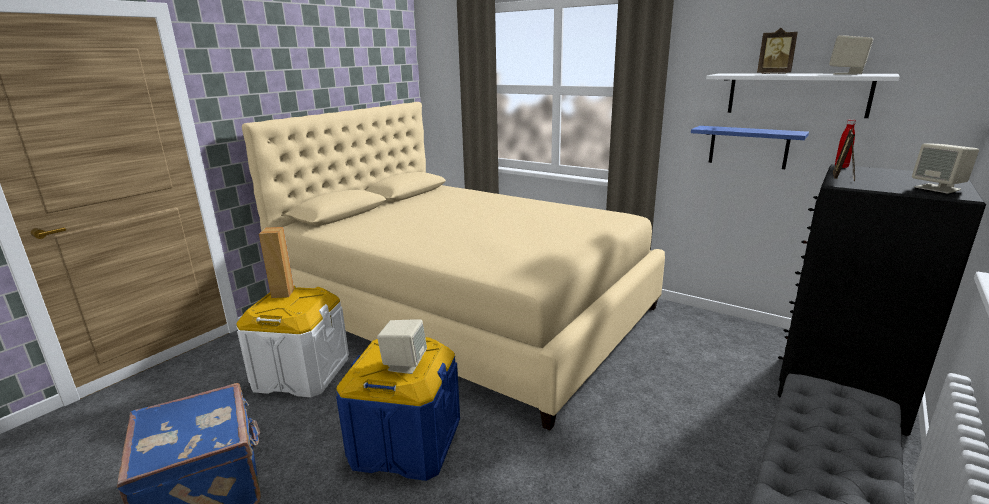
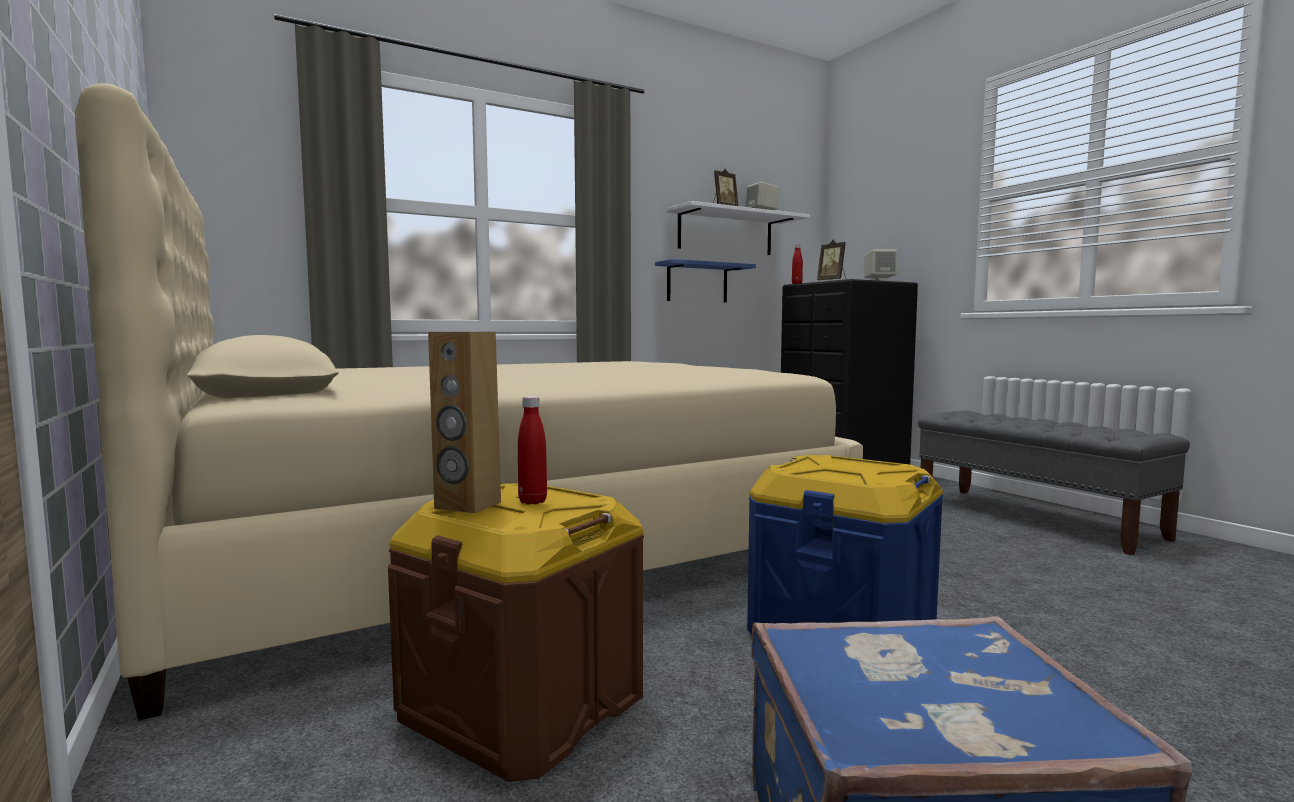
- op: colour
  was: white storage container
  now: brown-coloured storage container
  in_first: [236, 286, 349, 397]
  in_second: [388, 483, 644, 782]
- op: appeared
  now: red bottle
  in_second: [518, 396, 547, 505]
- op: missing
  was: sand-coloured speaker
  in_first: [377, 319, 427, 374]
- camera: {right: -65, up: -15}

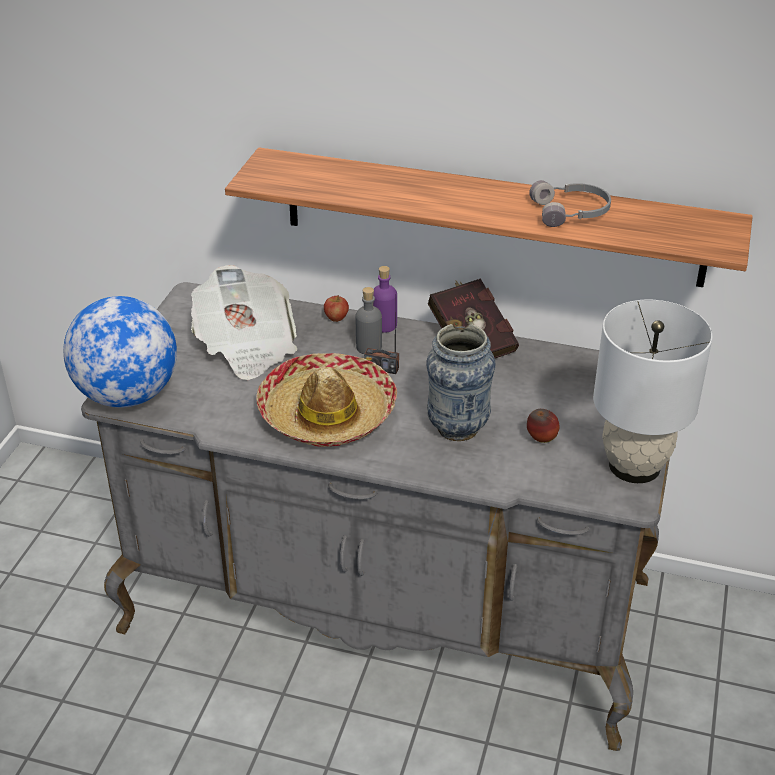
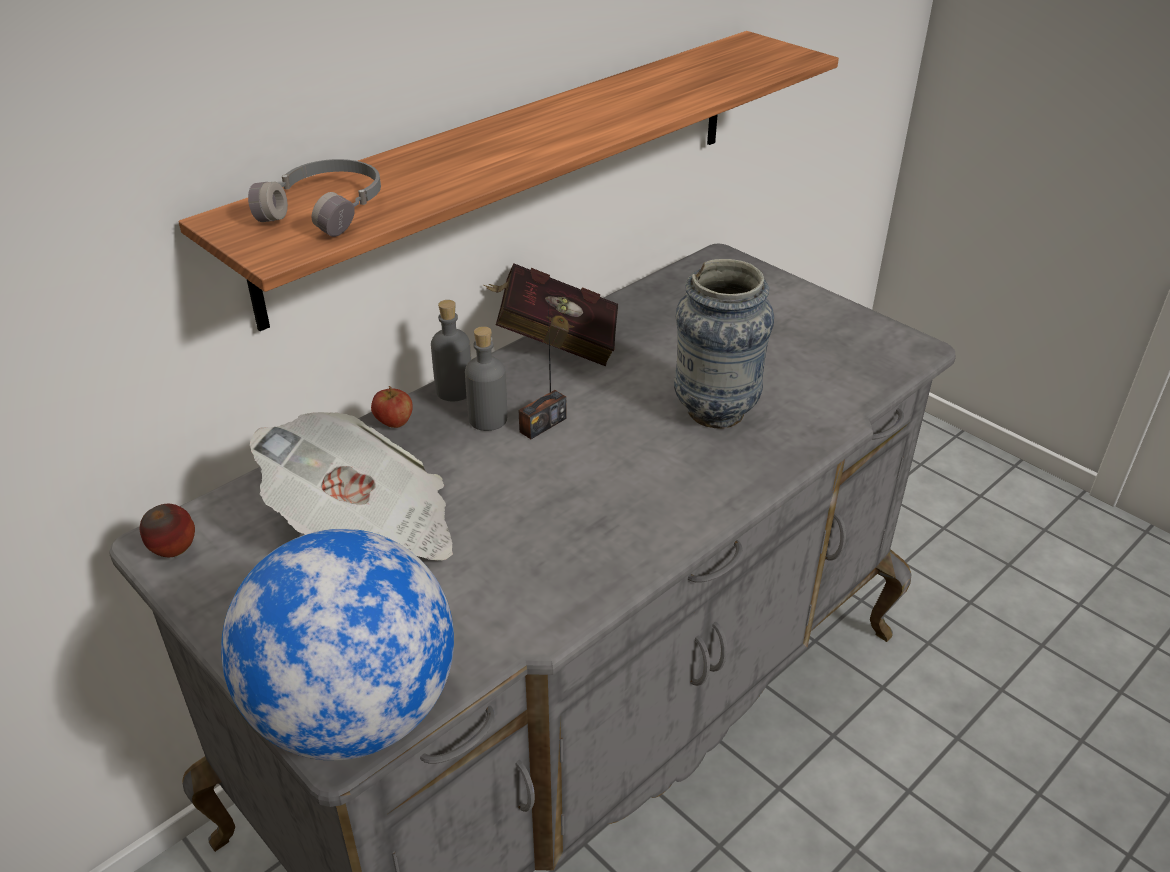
- op: relocated
  was: apple
  in_first: [527, 409, 560, 443]
  in_second: [140, 504, 195, 557]
- op: relocated
  was: grey headset
  in_first: [529, 180, 611, 227]
  in_second: [248, 159, 381, 237]
- op: colour
  was: purple bottle
  now: grey bottle
  in_first: [373, 266, 397, 333]
  in_second: [431, 300, 471, 401]
- op: missing
  was: wearable hat
  in_first: [256, 353, 397, 447]
- op: missing
  was: white tabletop lamp
  in_first: [593, 300, 713, 483]
- camera: {right: -60, up: 0}

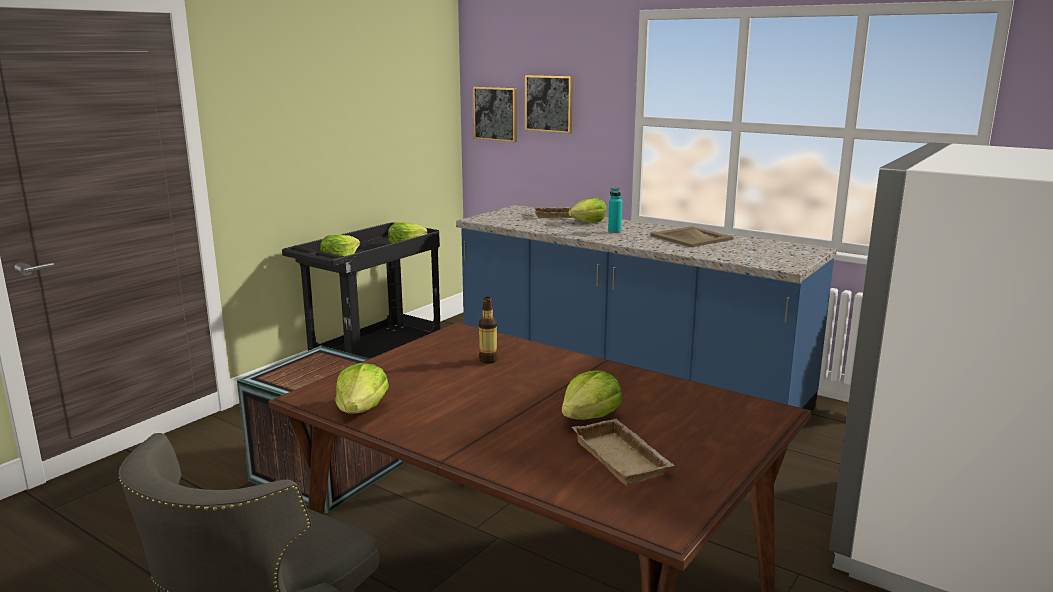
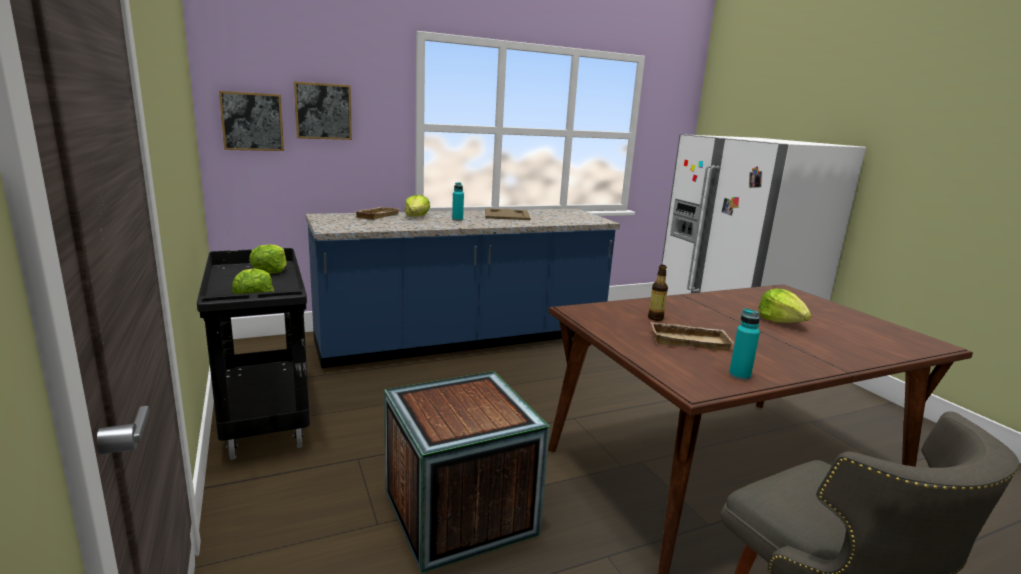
- op: relocated
  was: sand-coloured carrying tray
  in_first: [572, 418, 675, 486]
  in_second: [651, 322, 734, 351]
- op: exchanged
  was: lettuce
  now: blue-green bottle
  in_first: [335, 363, 389, 414]
  in_second: [729, 308, 760, 380]
- camera: {right: -60, up: 0}

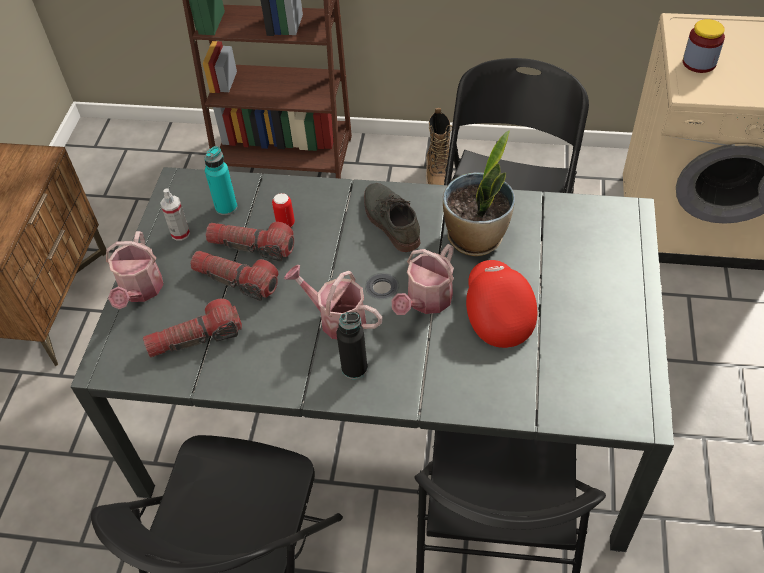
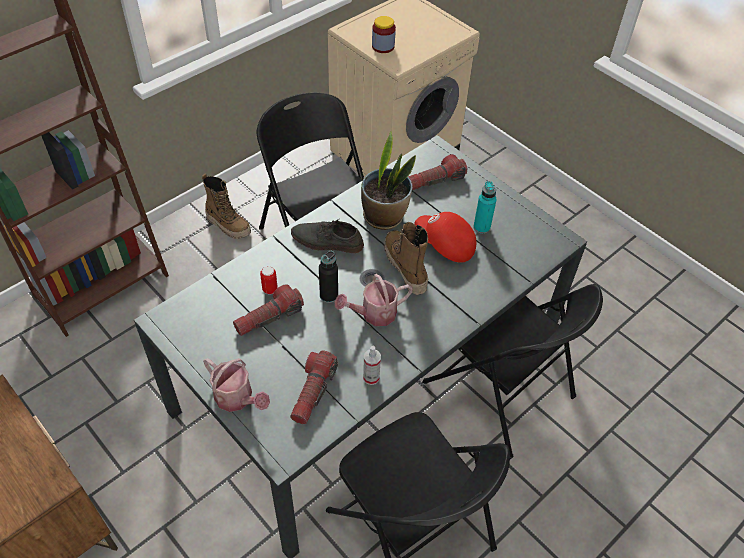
- op: relocated
  was: blackish bottle
  in_first: [337, 312, 368, 379]
  in_second: [319, 250, 338, 303]
- op: relocated
  was: spray bottle
  in_first: [160, 188, 190, 241]
  in_second: [363, 346, 381, 385]
- op: exchanged
  was: watering can
  now: high-top boot
  in_first: [392, 244, 454, 315]
  in_second: [384, 222, 428, 295]
- op: relocated
  was: torch
  in_first: [190, 251, 279, 301]
  in_second: [408, 154, 467, 190]
- op: relocated
  was: blue-green bottle
  in_first: [205, 146, 237, 215]
  in_second: [473, 181, 497, 234]
- camera: {right: -55, up: 0}

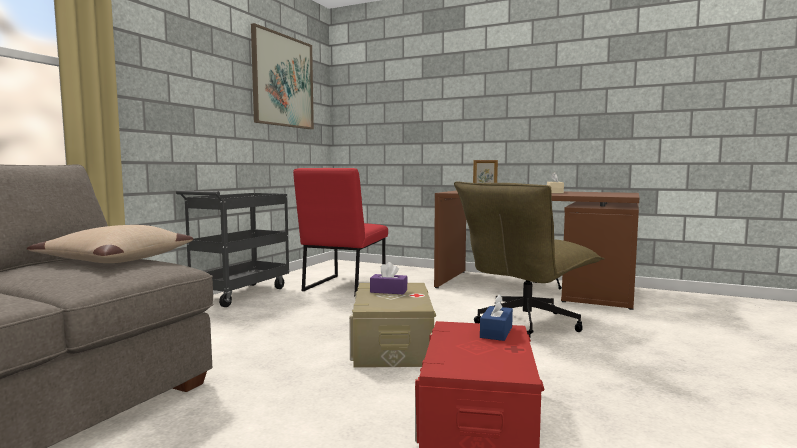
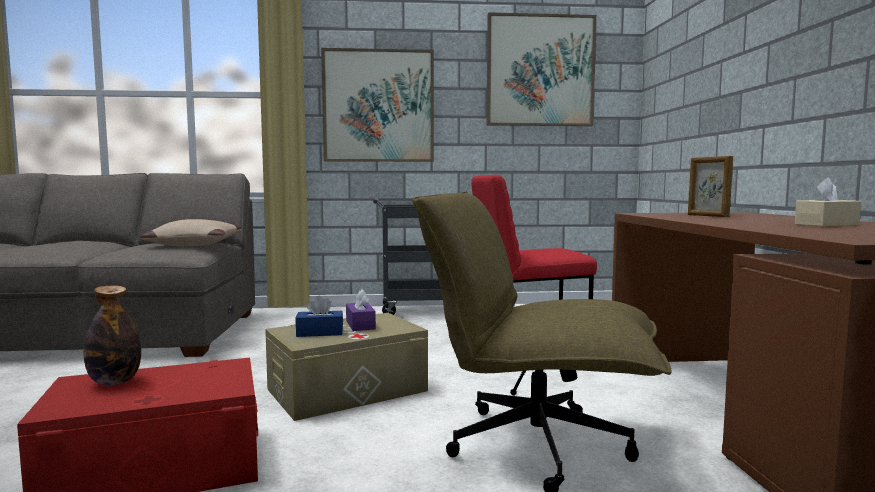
- op: appeared
  now: bottle
  in_second: [83, 286, 141, 385]
- op: relocated
  was: blue box of tissues
  in_first: [480, 294, 513, 341]
  in_second: [295, 296, 343, 337]
- op: appeared
  now: wall picture
  in_second: [321, 48, 434, 162]
- camera: {right: 60, up: 0}

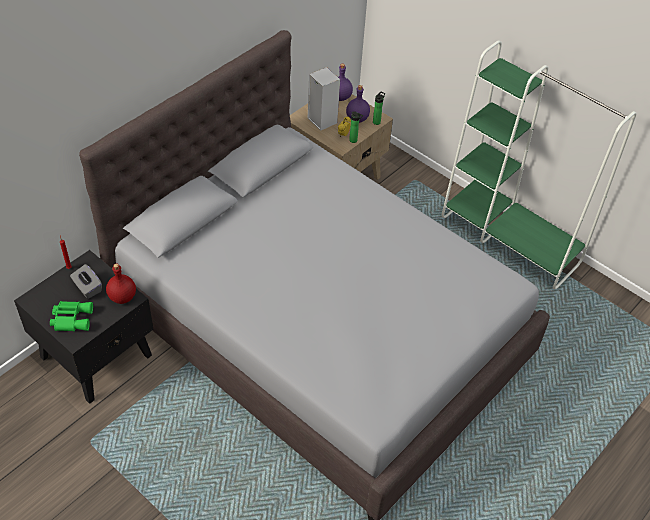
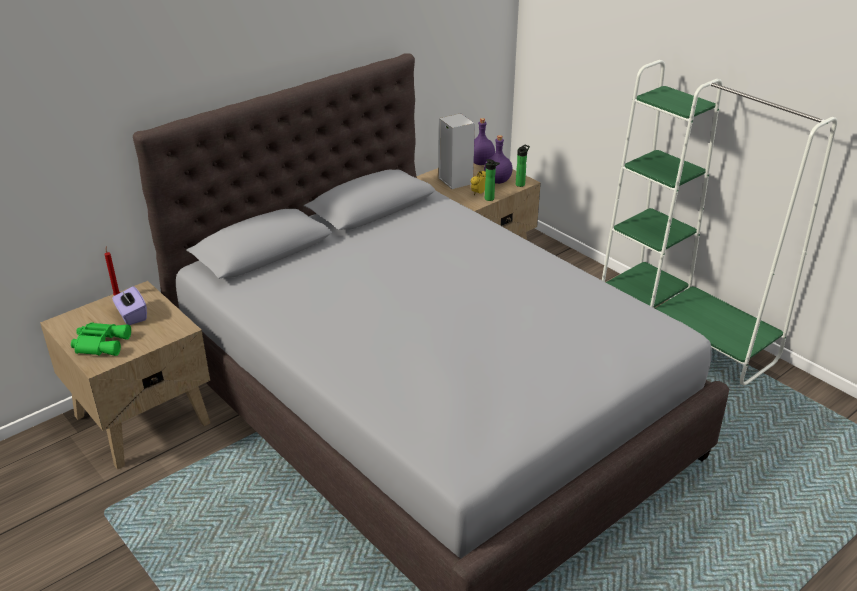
- op: colour
  was: blackish night table
  now: sand-coloured night table
  in_first: [14, 250, 153, 404]
  in_second: [40, 281, 210, 470]
- op: colour
  was: grey box of tissues
  now: purple box of tissues
  in_first: [70, 264, 102, 299]
  in_second: [112, 286, 147, 325]
- op: missing
  was: red bottle
  in_first: [106, 264, 136, 304]
- camera: {right: 10, up: -15}

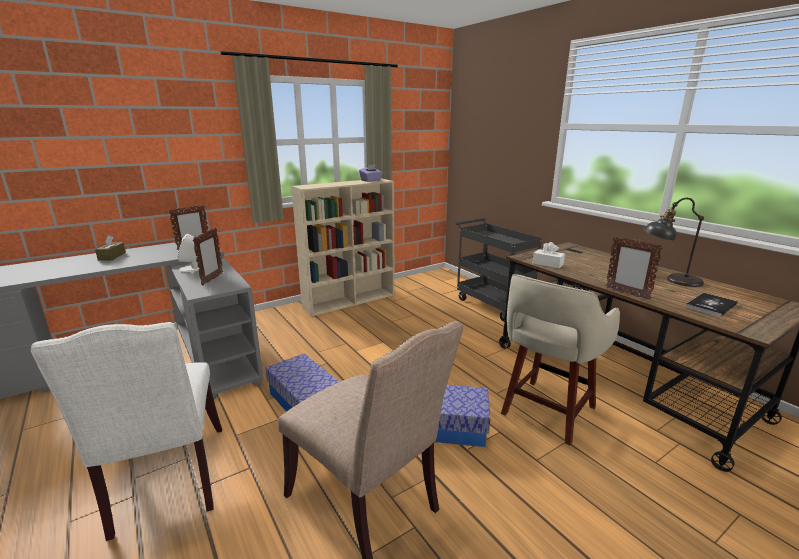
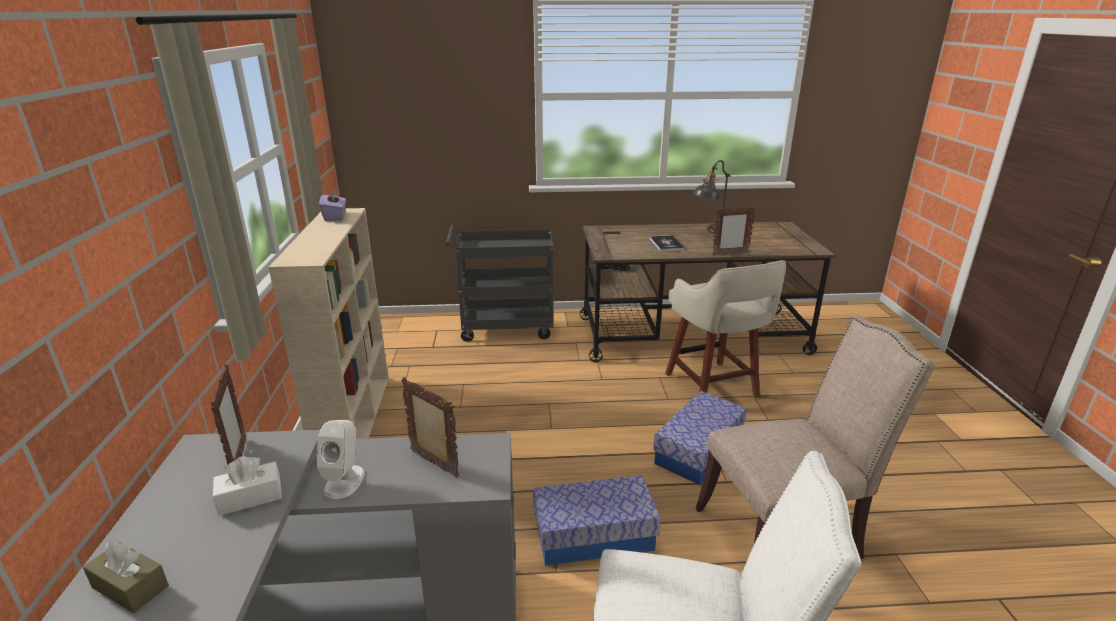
- op: relocated
  was: white box of tissues
  in_first: [533, 242, 565, 268]
  in_second: [213, 456, 282, 516]
- op: relocated
  was: volume
  in_first: [686, 293, 738, 317]
  in_second: [650, 235, 684, 252]
- camera: {right: -60, up: 5}

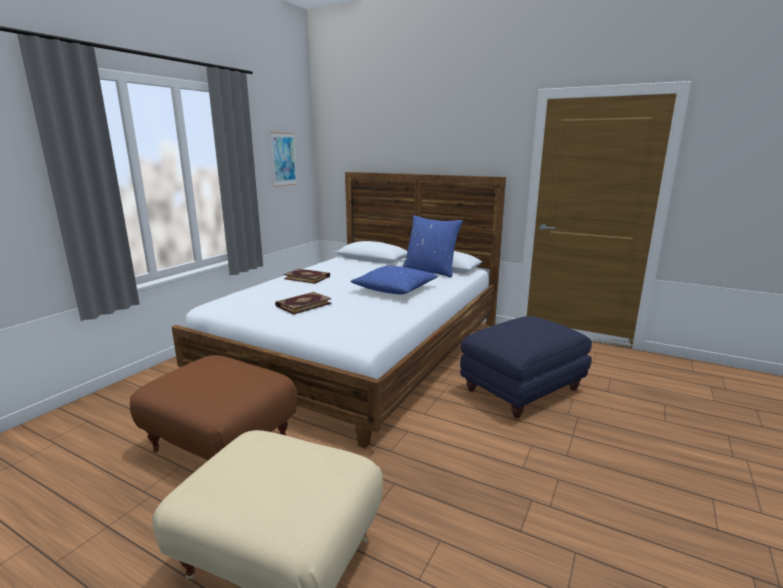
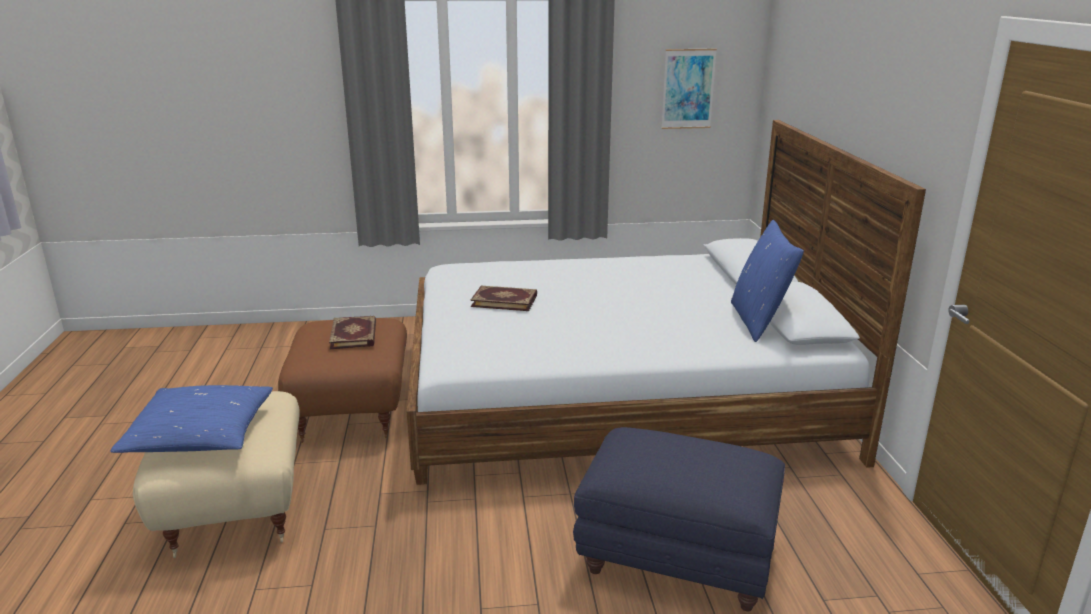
- op: relocated
  was: blue throw pillow
  in_first: [350, 266, 438, 294]
  in_second: [110, 385, 273, 453]
- op: relocated
  was: volume
  in_first: [283, 269, 330, 284]
  in_second: [329, 316, 376, 349]
- camera: {right: 55, up: 5}

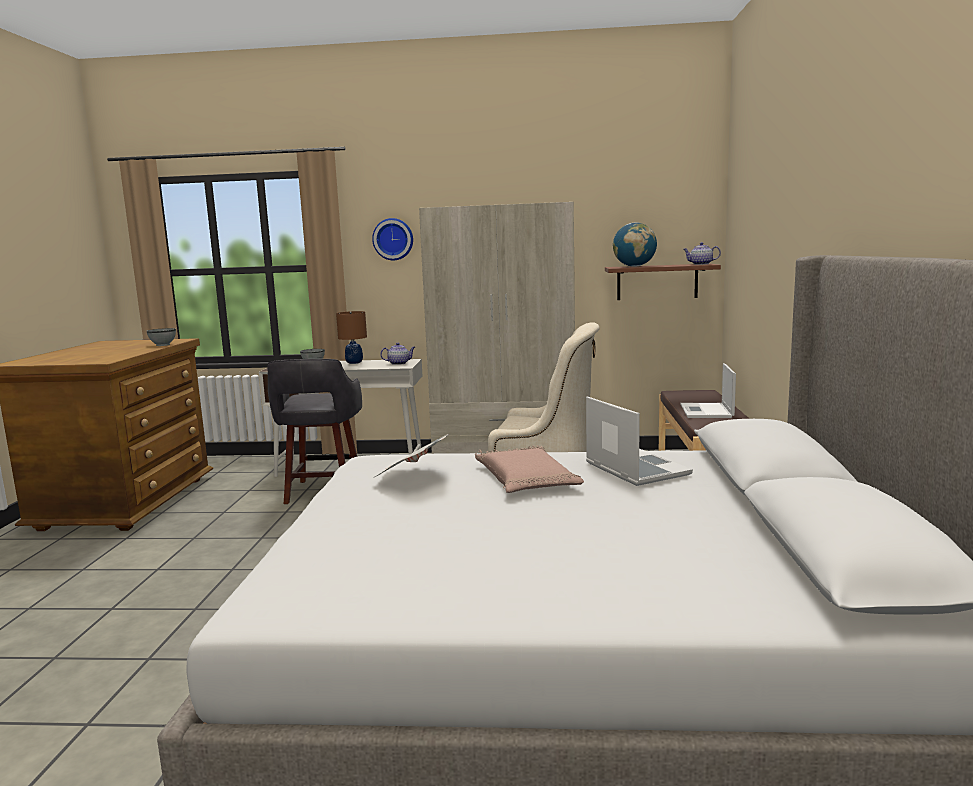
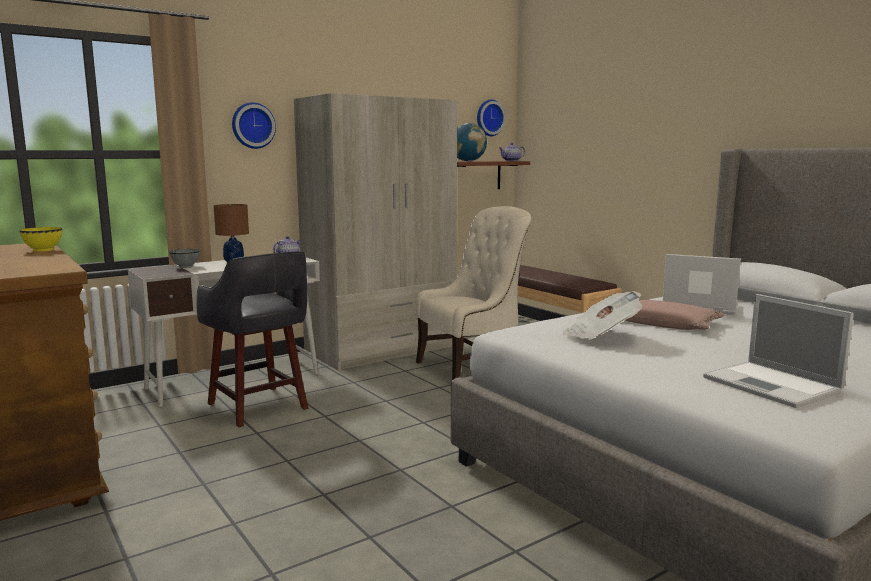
- op: colour
  was: grey deep dish
  now: yellowish deep dish
  in_first: [147, 328, 176, 346]
  in_second: [19, 227, 62, 251]
- op: appeared
  now: wall clock
  in_second: [477, 99, 506, 136]
- op: relocated
  was: portable computer
  in_first: [680, 363, 736, 418]
  in_second: [703, 294, 854, 408]
- camera: {right: -40, up: 0}

